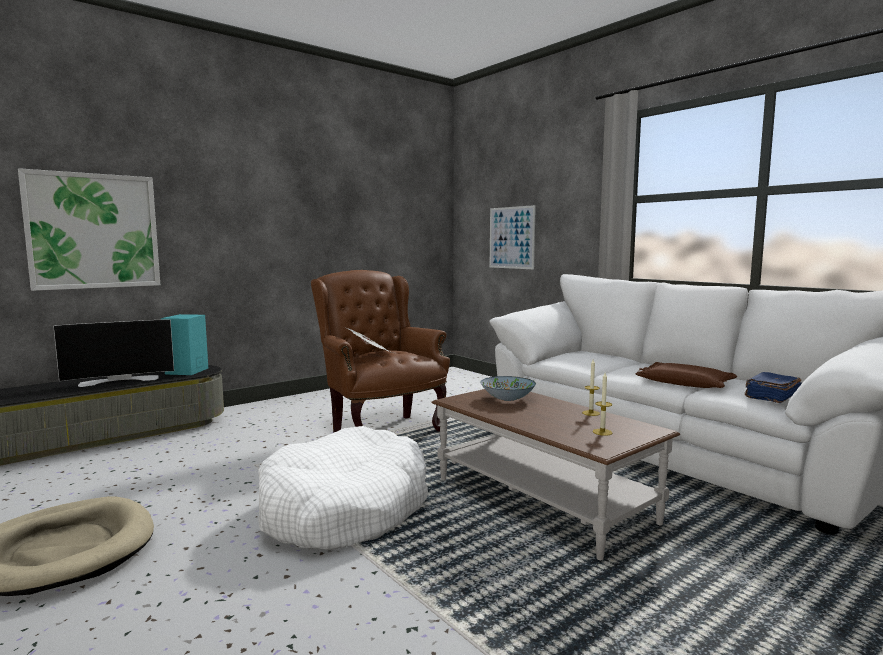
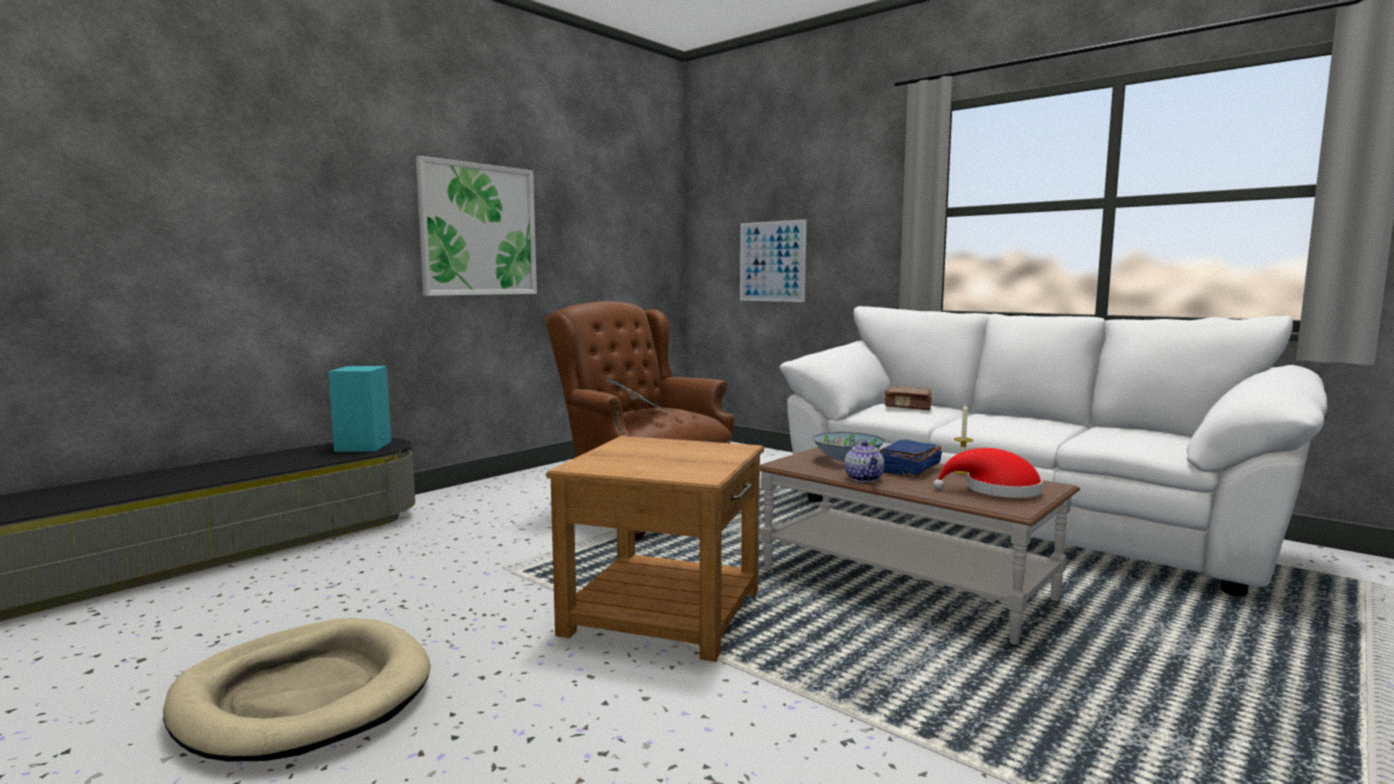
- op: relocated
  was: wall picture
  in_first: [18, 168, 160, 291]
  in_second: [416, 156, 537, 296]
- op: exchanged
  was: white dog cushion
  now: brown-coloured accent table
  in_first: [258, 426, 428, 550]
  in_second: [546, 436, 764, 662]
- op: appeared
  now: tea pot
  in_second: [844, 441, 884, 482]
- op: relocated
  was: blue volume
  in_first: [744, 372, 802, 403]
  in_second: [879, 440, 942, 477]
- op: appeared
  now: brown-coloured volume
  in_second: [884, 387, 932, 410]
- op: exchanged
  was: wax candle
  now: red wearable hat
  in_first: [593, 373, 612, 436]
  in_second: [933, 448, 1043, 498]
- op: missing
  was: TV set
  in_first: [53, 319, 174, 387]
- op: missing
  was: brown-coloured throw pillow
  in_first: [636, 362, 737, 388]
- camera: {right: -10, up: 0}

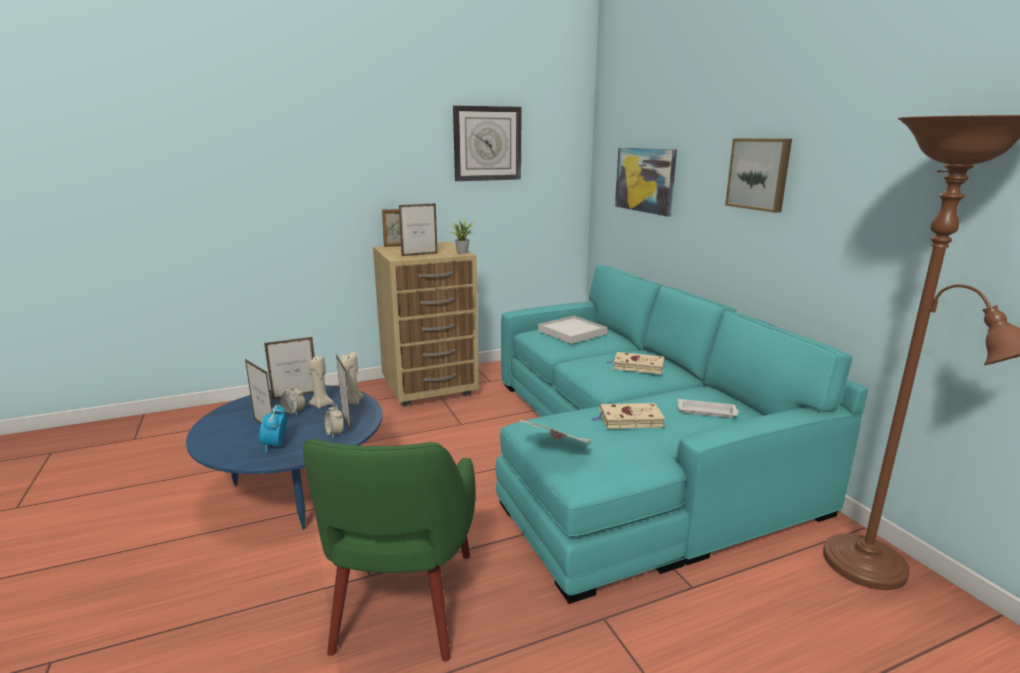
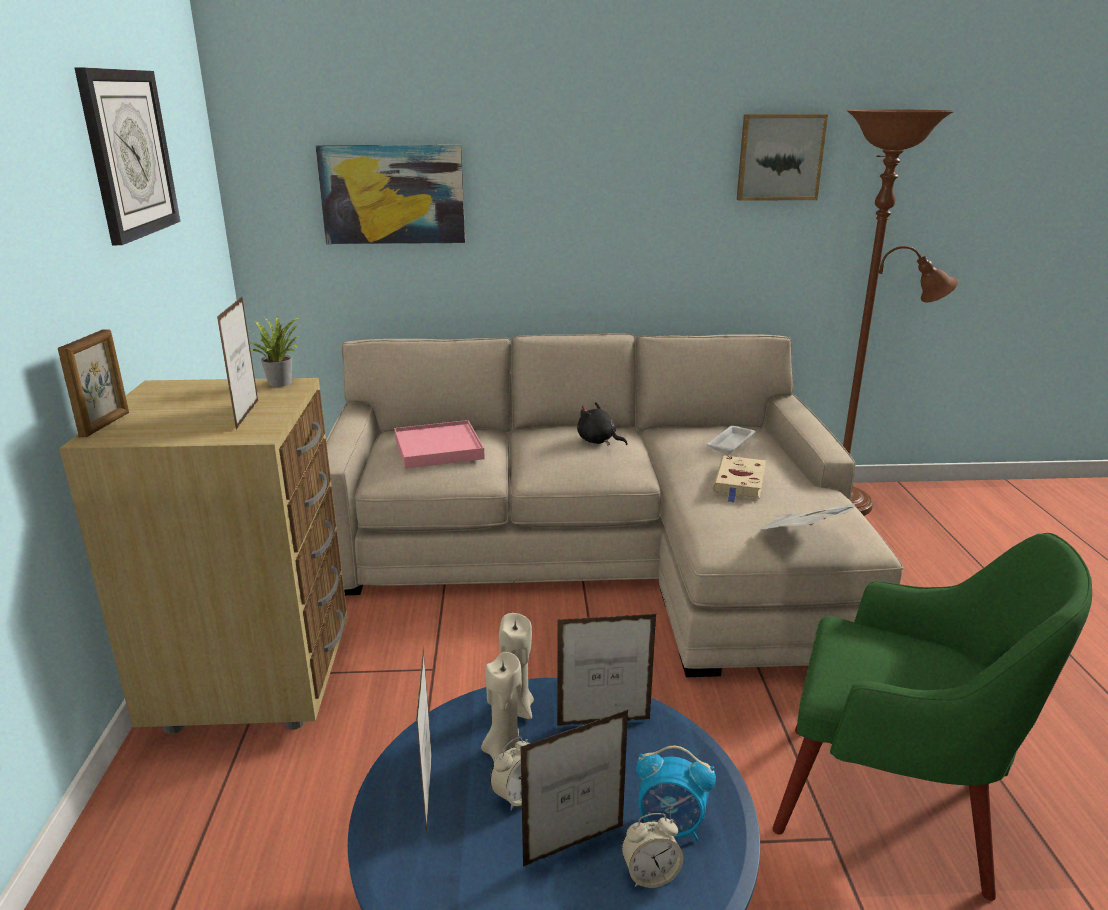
- op: colour
  was: blue-green sofa
  now: sand-coloured sofa
  in_first: [496, 265, 868, 604]
  in_second: [326, 334, 904, 677]
- op: colour
  was: white carrying tray
  now: pinkish carrying tray
  in_first: [538, 316, 607, 344]
  in_second: [394, 420, 485, 469]
- op: exchanged
  was: sand-coloured volume
  now: blackish cuddly toy
  in_first: [607, 352, 664, 374]
  in_second: [577, 402, 628, 445]
- op: relocated
  was: alarm clock
  in_first: [325, 403, 344, 437]
  in_second: [622, 813, 684, 888]
- op: relocated
  was: wall picture
  in_first: [725, 138, 792, 213]
  in_second: [737, 114, 828, 201]
- camera: {right: -70, up: 5}

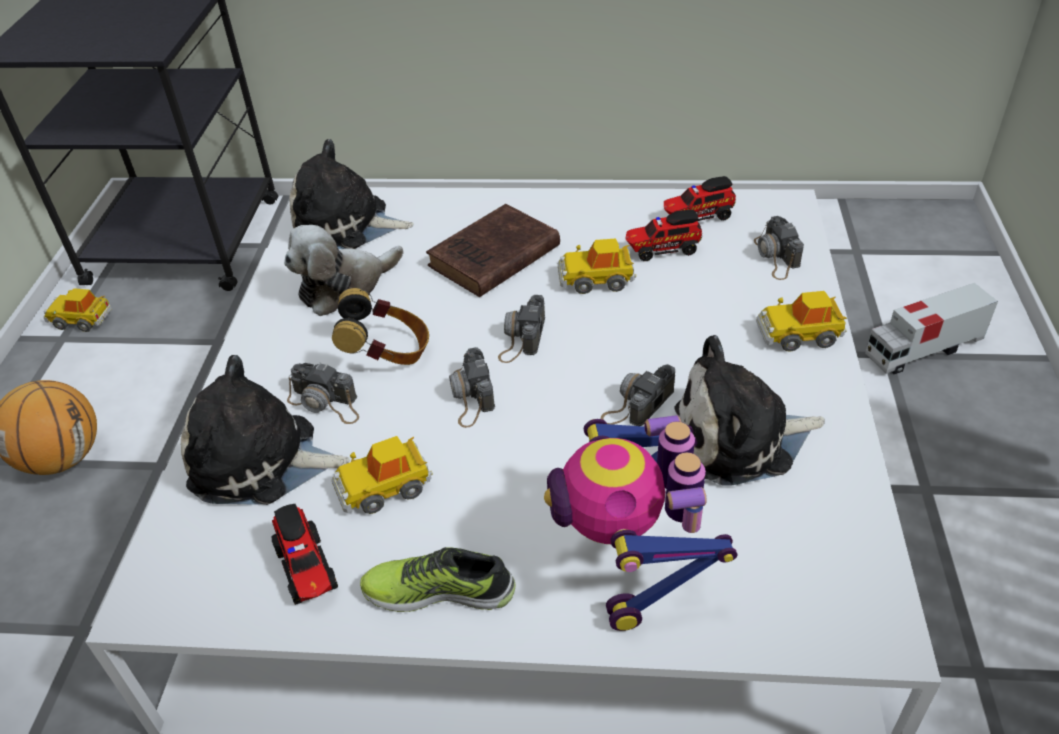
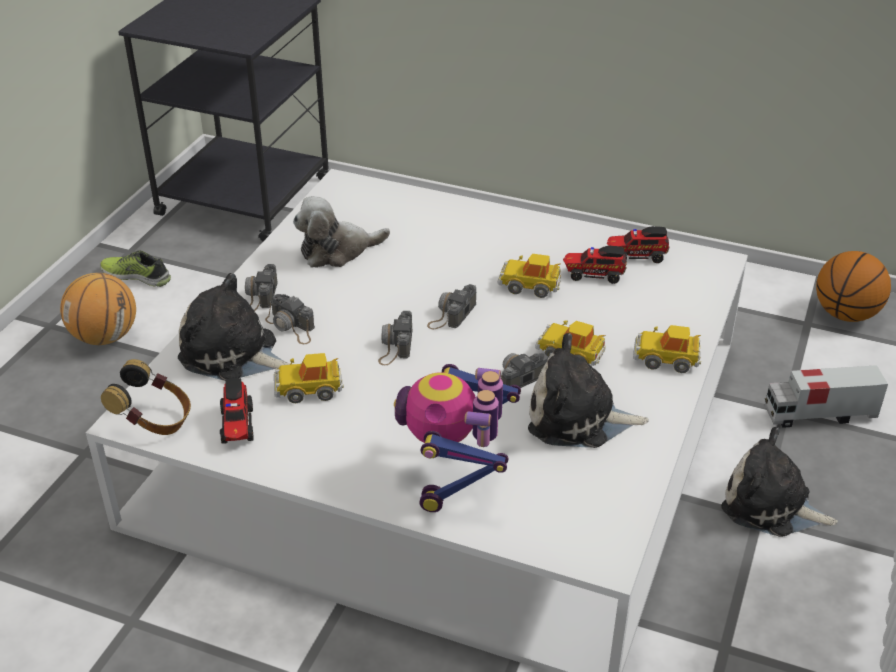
- op: relocated
  was: shoe
  in_first: [360, 547, 515, 612]
  in_second: [101, 250, 171, 287]
- op: relocated
  was: headset
  in_first: [332, 288, 429, 365]
  in_second: [101, 359, 191, 435]
- op: relocated
  was: photo camera
  in_first: [754, 216, 804, 280]
  in_second: [245, 264, 278, 311]
- op: relocated
  was: model car
  in_first: [44, 288, 112, 332]
  in_second: [535, 320, 606, 366]
- op: relocated
  was: cuddly toy
  in_first: [289, 139, 414, 249]
  in_second: [721, 427, 838, 537]
- op: appeared
  now: basketball
  in_second: [816, 251, 891, 322]
- op: missing
  was: brown-coloured volume
  in_first: [426, 204, 560, 297]
- camera: {right: 15, up: -5}

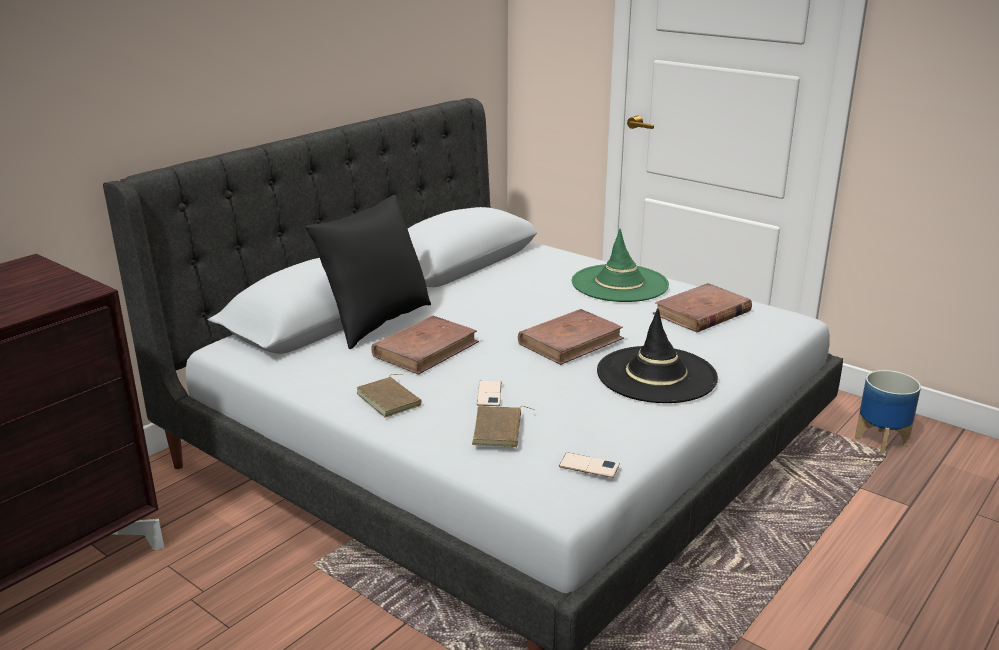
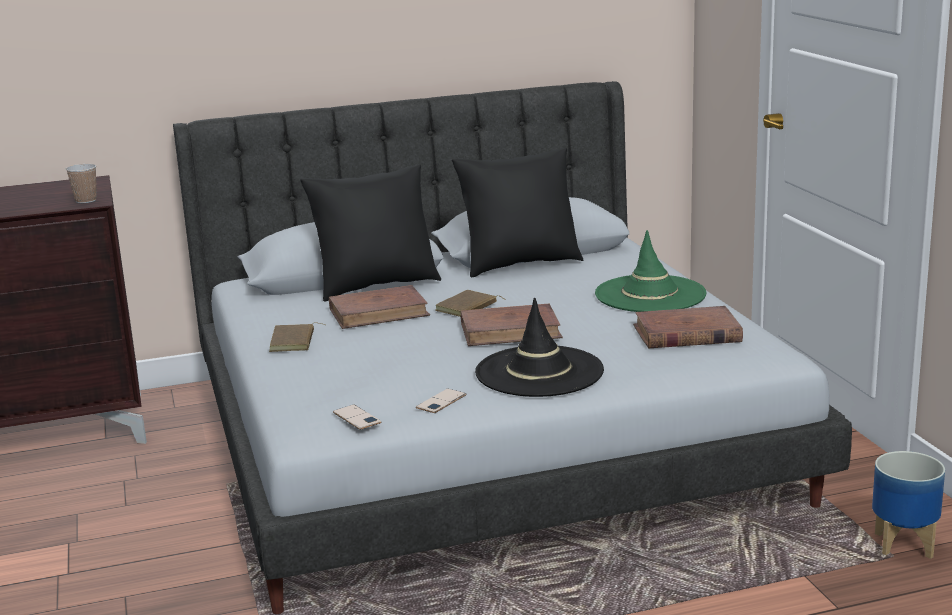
- op: appeared
  now: drinking cup
  in_second: [66, 164, 97, 203]
- op: relocated
  was: phone
  in_first: [477, 381, 502, 406]
  in_second: [416, 389, 466, 413]
- op: relocated
  was: brown-coloured volume
  in_first: [472, 406, 534, 447]
  in_second: [436, 290, 505, 317]
- op: appeared
  now: blackish throw pillow
  in_second: [452, 148, 583, 277]
- camera: {right: 35, up: -5}

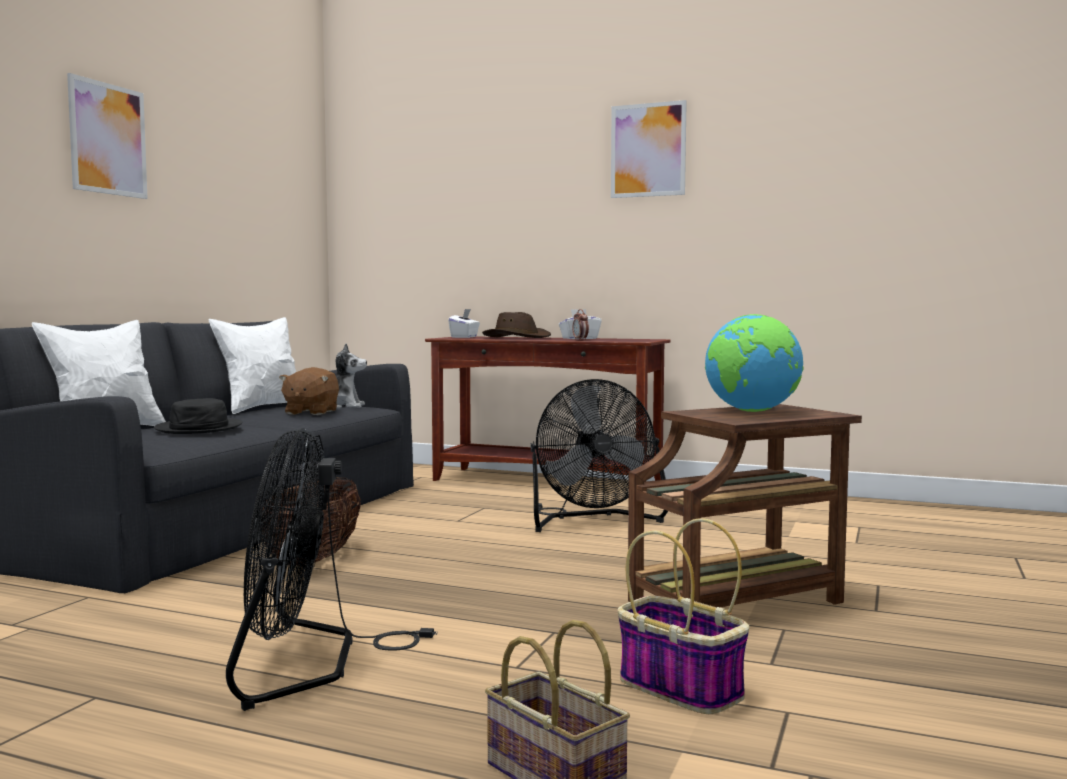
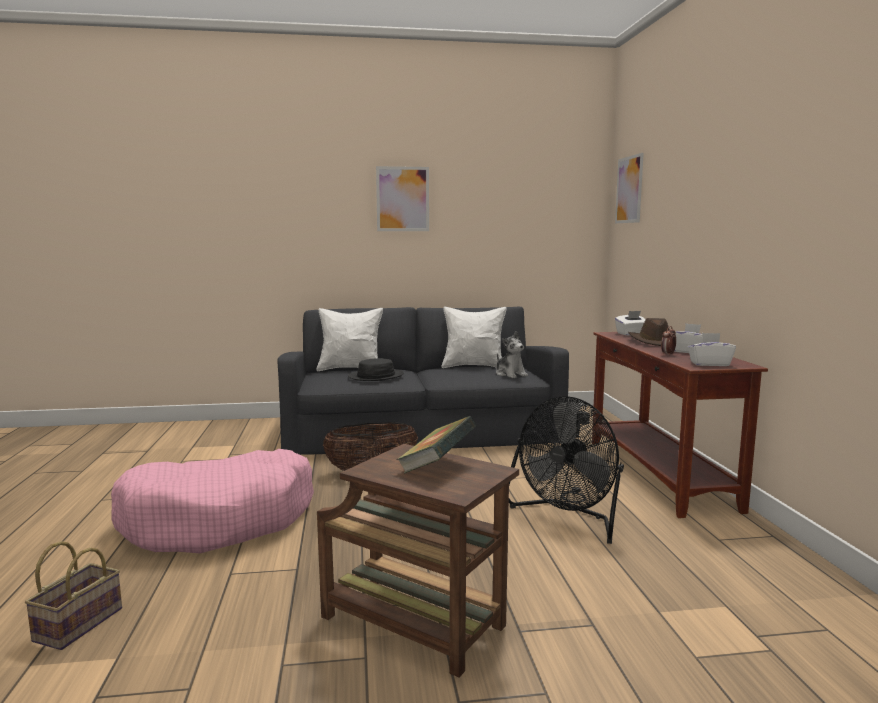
- op: exchanged
  was: blackish electric fan
  now: pinkish dog cushion
  in_first: [226, 428, 438, 711]
  in_second: [111, 449, 314, 553]
- op: exchanged
  was: world globe
  now: volume
  in_first: [705, 314, 804, 412]
  in_second: [396, 416, 477, 474]
- op: relocated
  was: wall picture
  in_first: [611, 100, 687, 198]
  in_second: [615, 153, 644, 223]
- op: appeared
  now: white box of tissues
  in_second: [688, 333, 736, 366]
- op: missing
  was: brown-coloured cuddly toy
  in_first: [279, 367, 339, 415]
- op: missing
  was: household basket
  in_first: [618, 518, 750, 714]
- camera: {right: 60, up: 5}

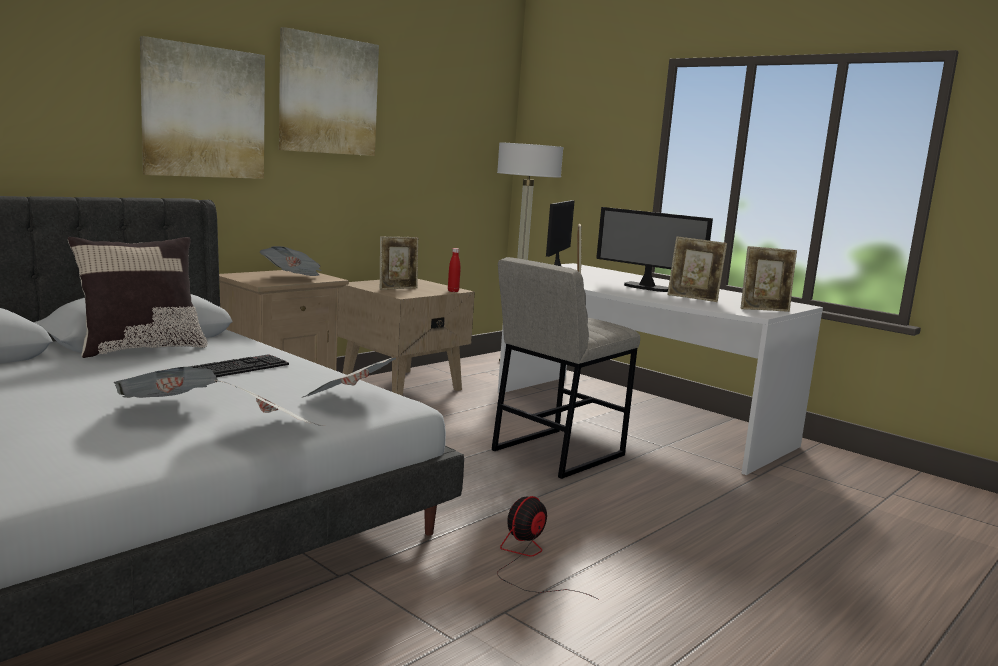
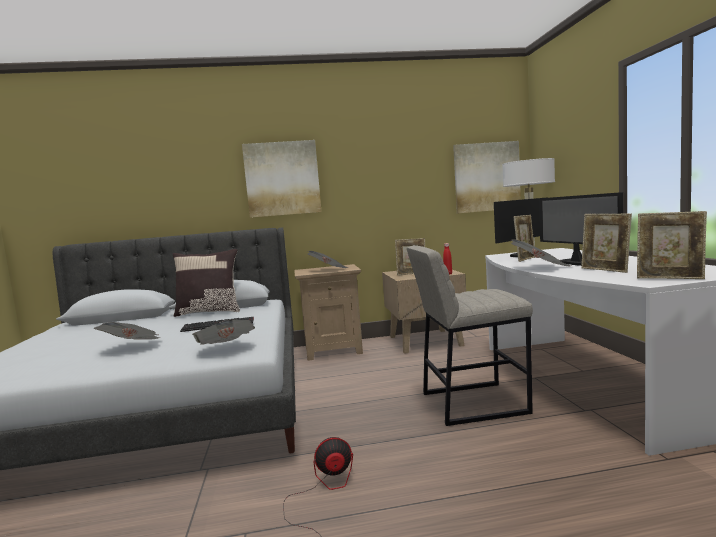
- op: relocated
  was: wall picture
  in_first: [279, 27, 379, 156]
  in_second: [453, 141, 521, 213]
- op: relocated
  was: newspaper
  in_first: [215, 380, 325, 426]
  in_second: [511, 240, 571, 266]
- camera: {right: 40, up: -5}

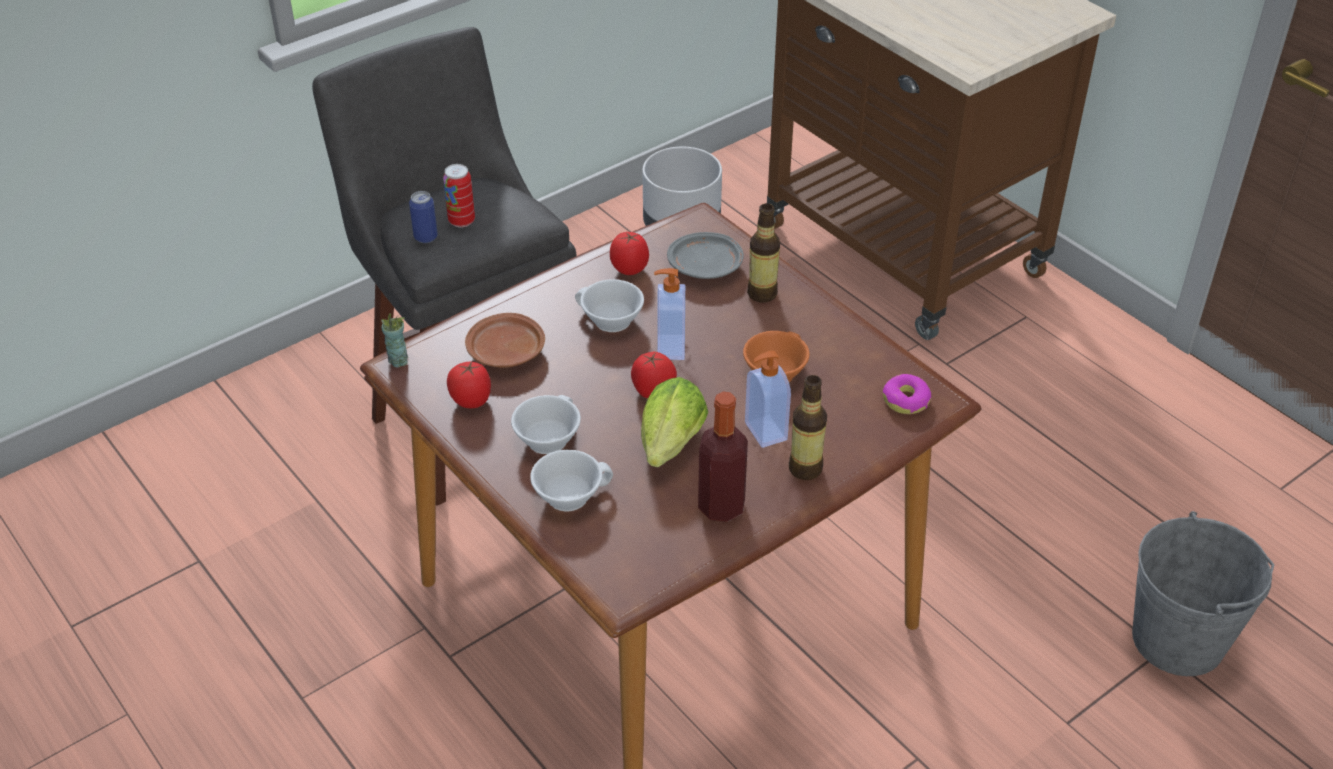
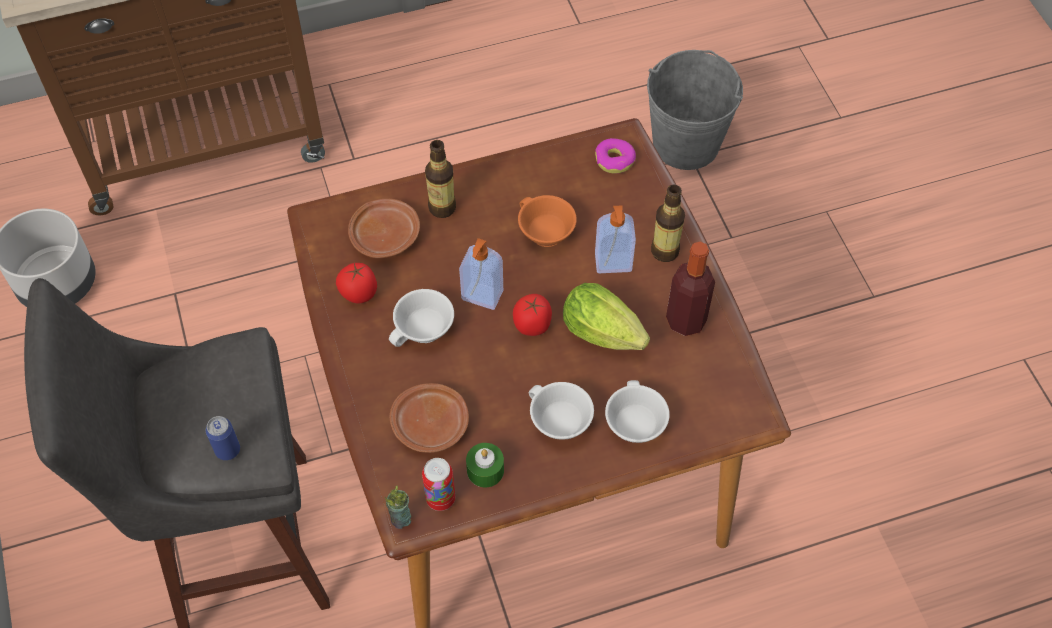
- op: colour
  was: grey flat dish
  now: brown-coloured flat dish
  in_first: [667, 232, 744, 279]
  in_second: [348, 199, 420, 258]
- op: relocated
  was: metal can
  in_first: [443, 164, 475, 228]
  in_second: [422, 458, 455, 511]
- op: exchanged
  was: tomato
  now: green wax candle
  in_first: [447, 361, 491, 408]
  in_second: [466, 443, 504, 487]
- camera: {right: -70, up: 15}

